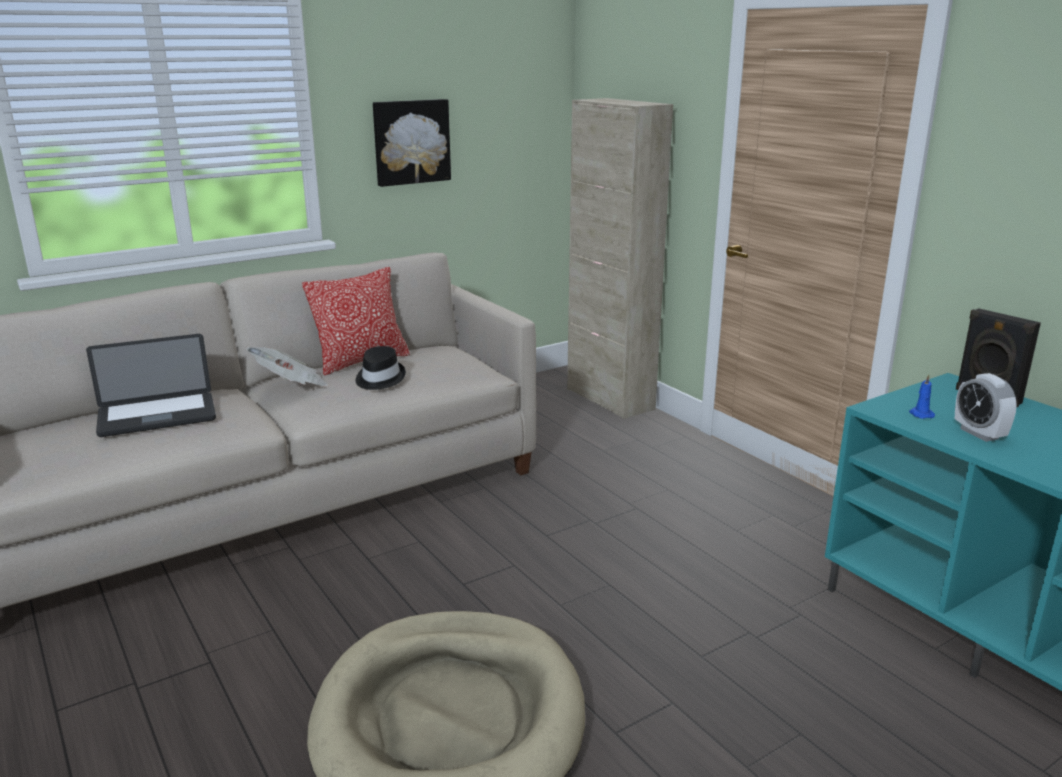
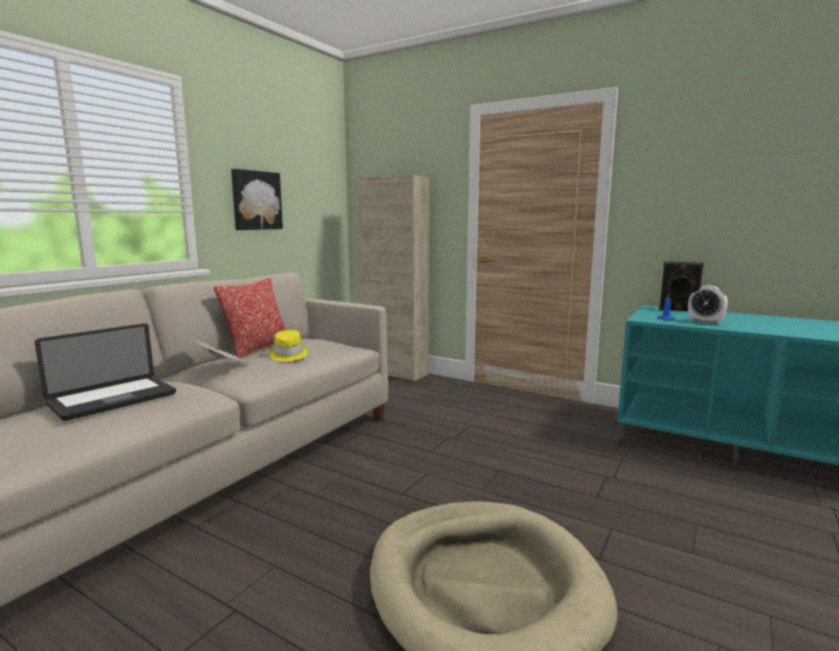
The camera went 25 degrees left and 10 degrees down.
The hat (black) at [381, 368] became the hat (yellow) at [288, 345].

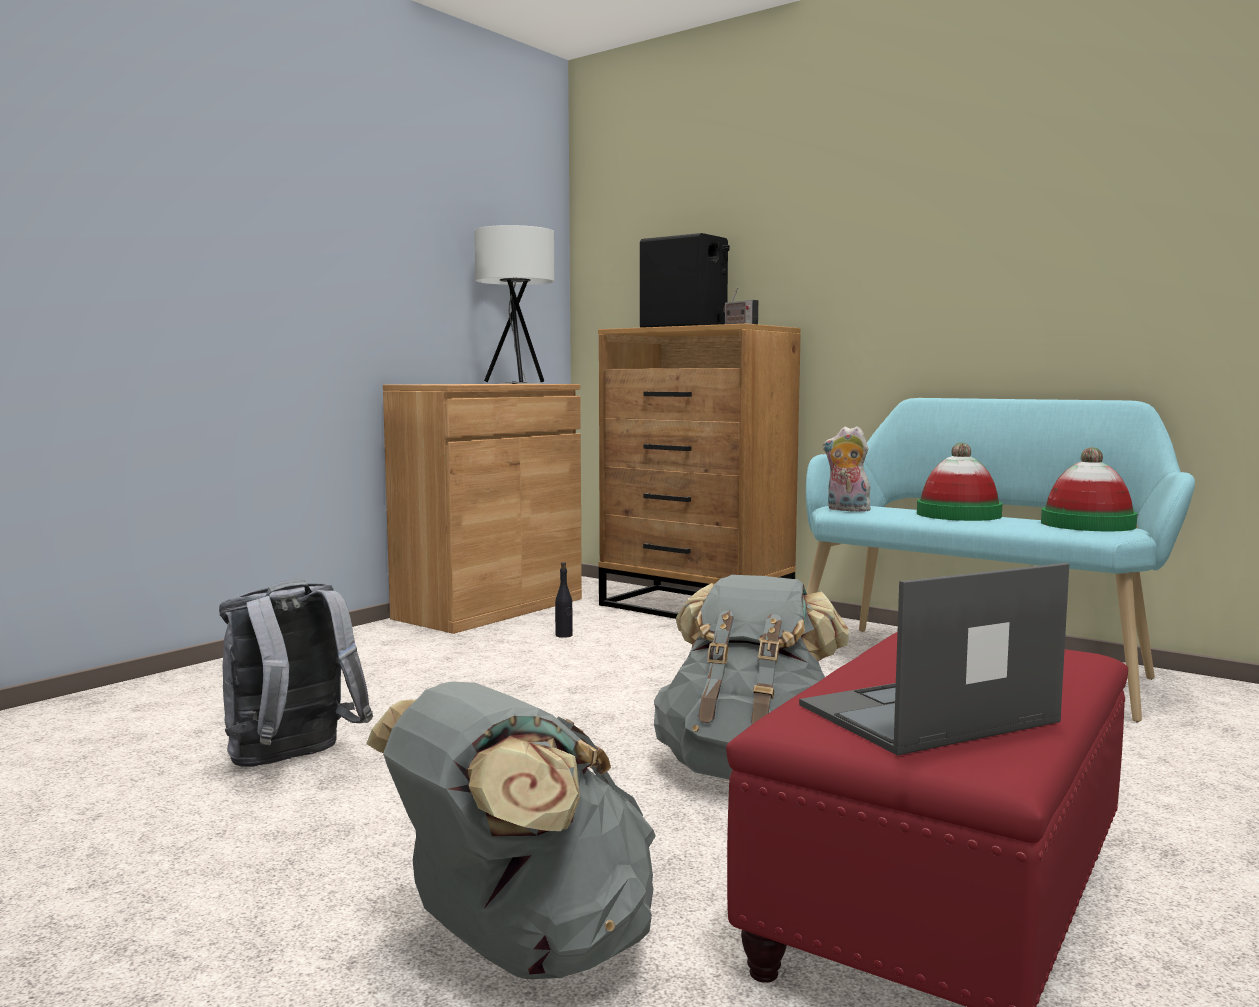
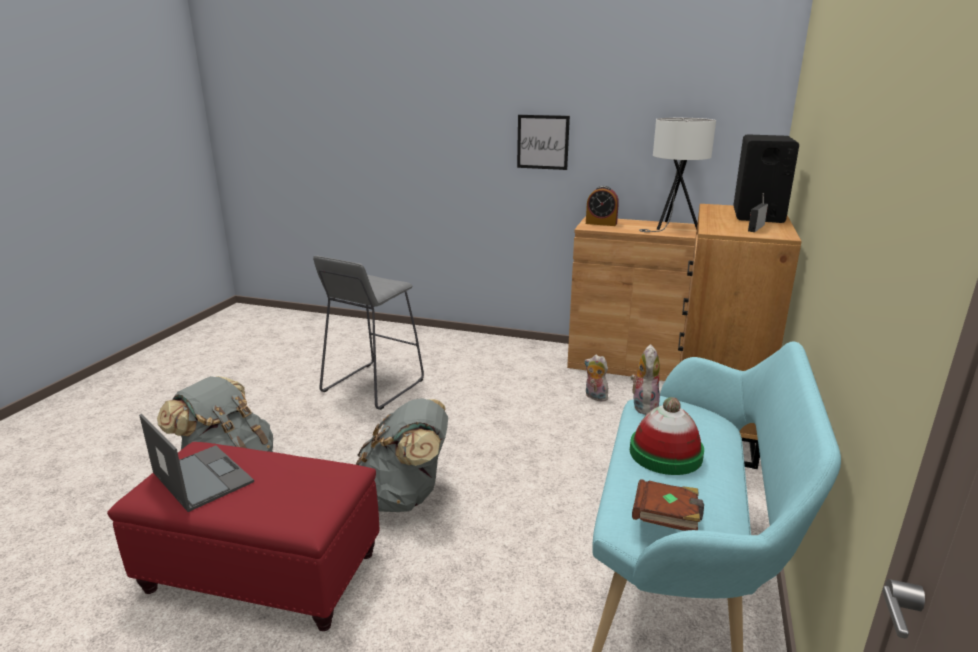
The camera went 70 degrees right and 15 degrees up.
The picture at [543, 142] appeared.
The alarm clock at [602, 206] appeared.
The backpack (grey) at [296, 673] was replaced by the stool (grey) at [368, 333].
The bottle (black) at [564, 600] was replaced by the plush toy at [596, 378].
The hat at [1089, 489] was replaced by the book (brown) at [668, 505].

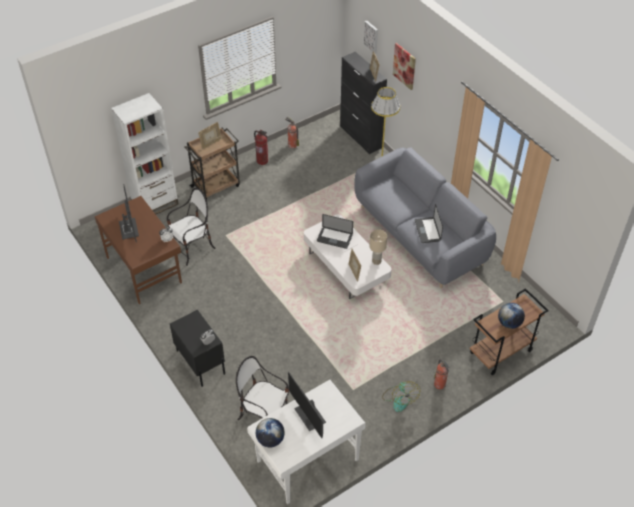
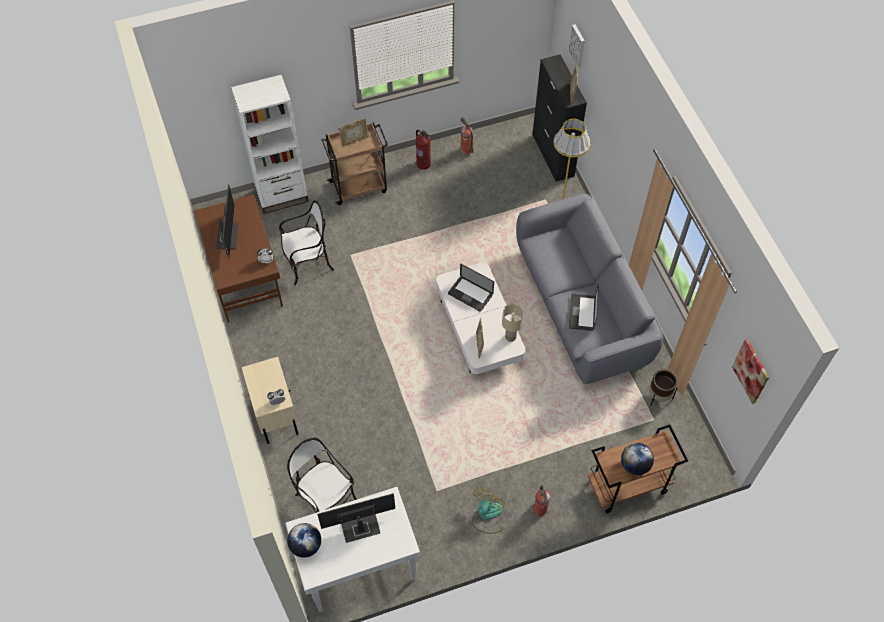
The camera went 15 degrees right and 10 degrees up.
The planter (brown) at [663, 388] appeared.
The picture moved from [404, 66] to [750, 371].
The nightstand (black) at [197, 348] became the nightstand (beige) at [270, 400].
The monitor at [307, 405] turned 90 degrees clockwise.
The fan at [401, 396] turned 150 degrees counterclockwise.

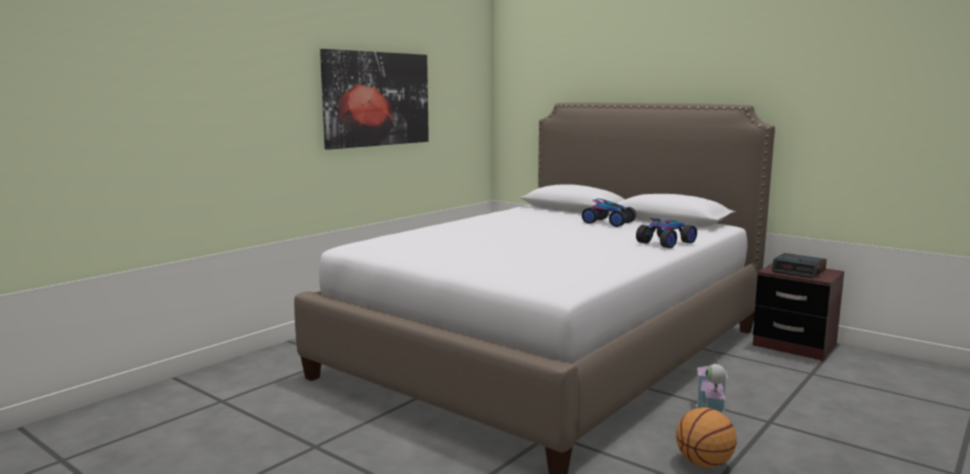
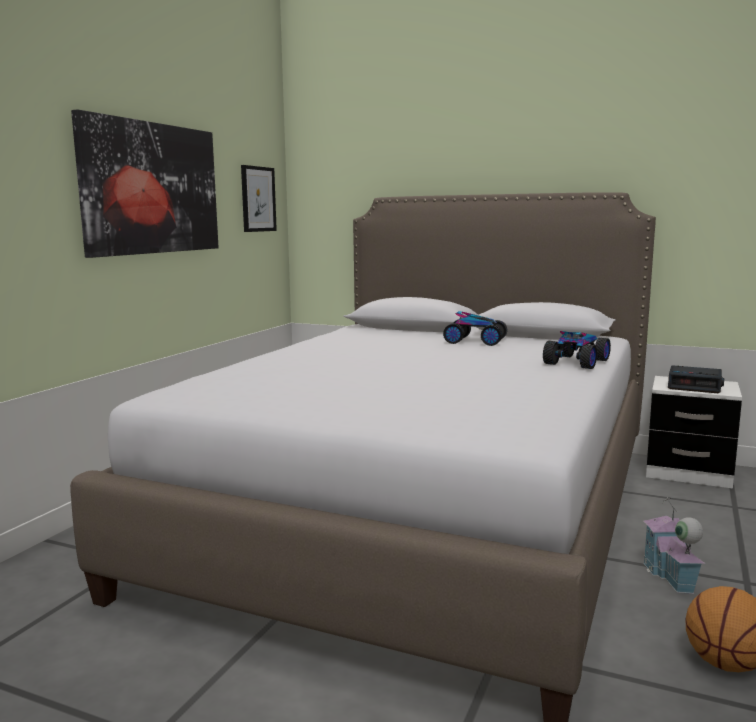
The camera went 15 degrees left and 0 degrees up.
The picture at [259, 198] appeared.
The nightstand (brown) at [798, 312] became the nightstand (white) at [694, 432].

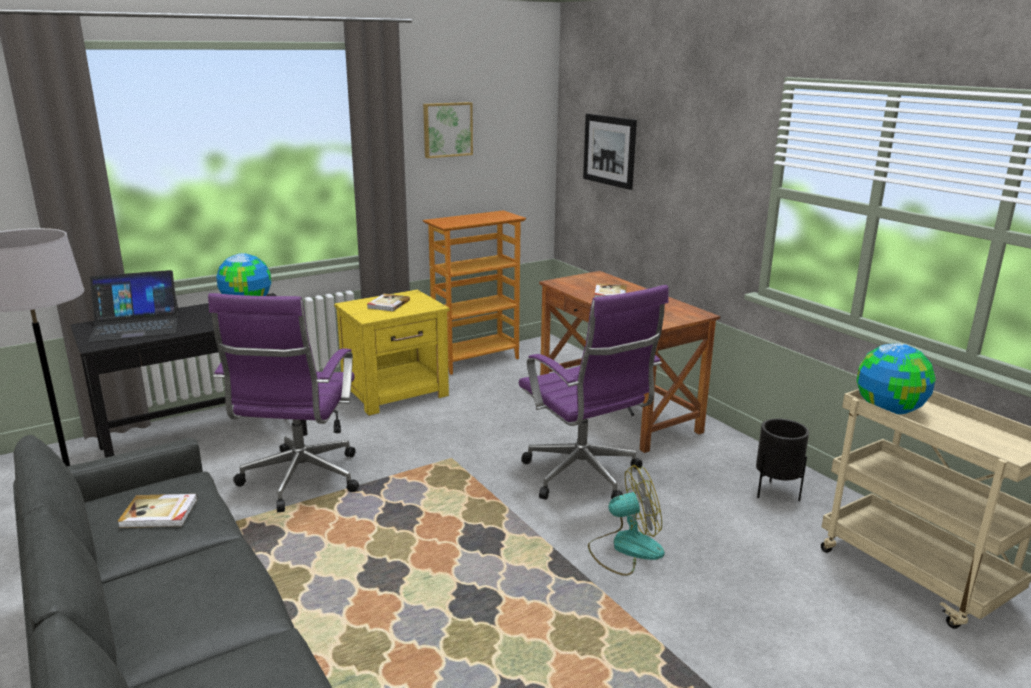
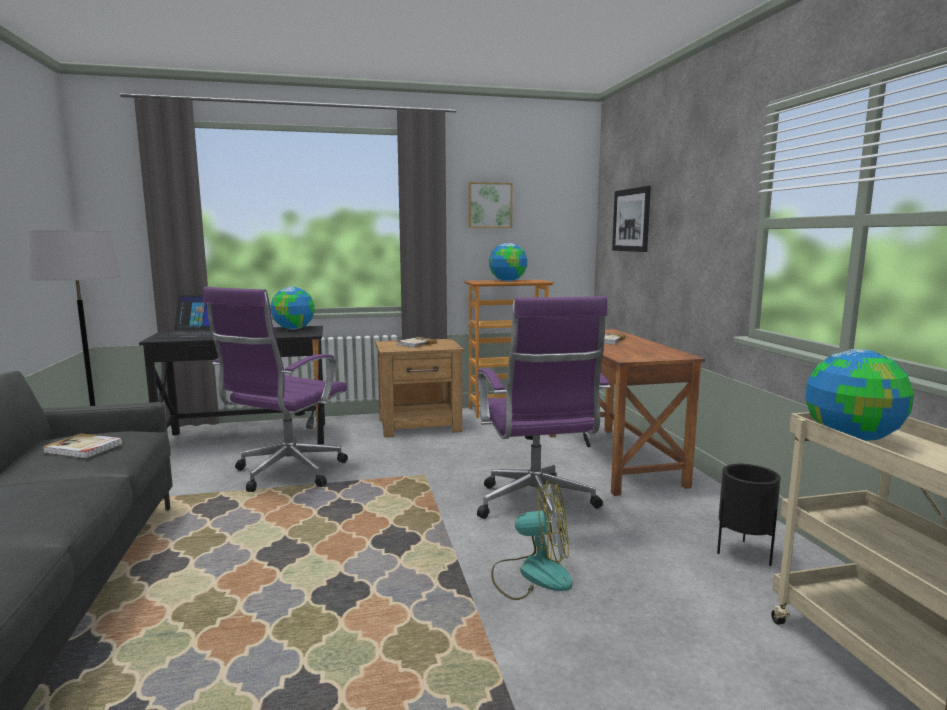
The camera went 20 degrees right and 10 degrees down.
The globe at [508, 262] appeared.
The nightstand (yellow) at [392, 353] became the nightstand (brown) at [419, 388].

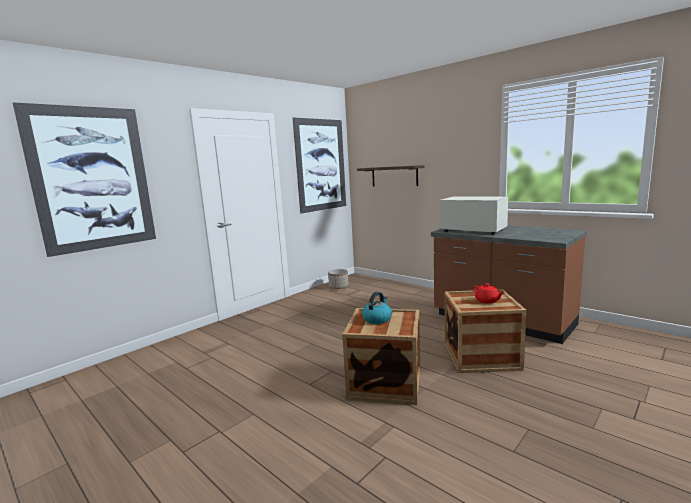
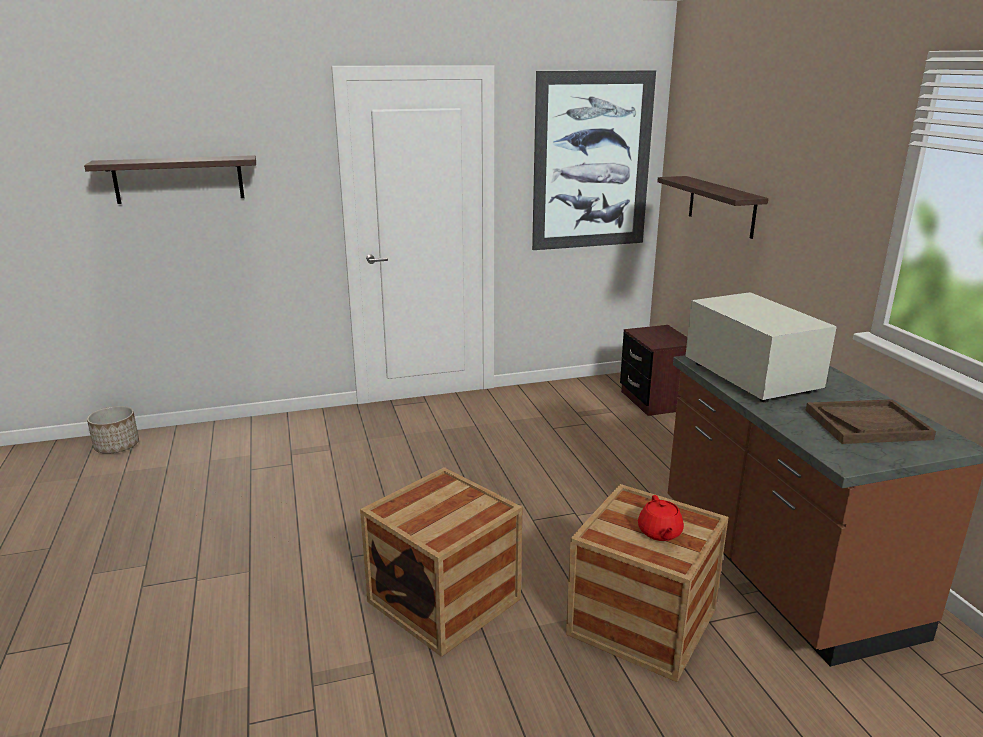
The camera went 30 degrees right and 10 degrees up.
The kettle at [377, 308] disappeared.
The nightstand (brown) at [653, 370] appeared.
The tray (brown) at [870, 421] appeared.
The planter moved from [338, 279] to [113, 430].
The picture at [84, 180] was replaced by the shelf at [170, 179].

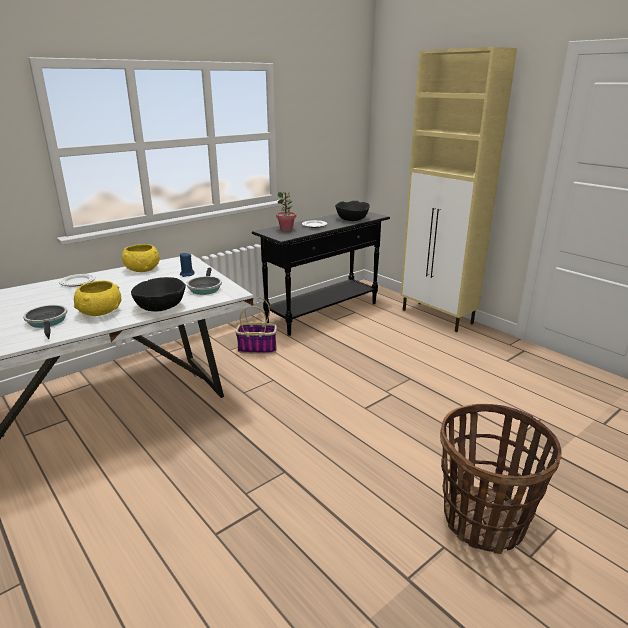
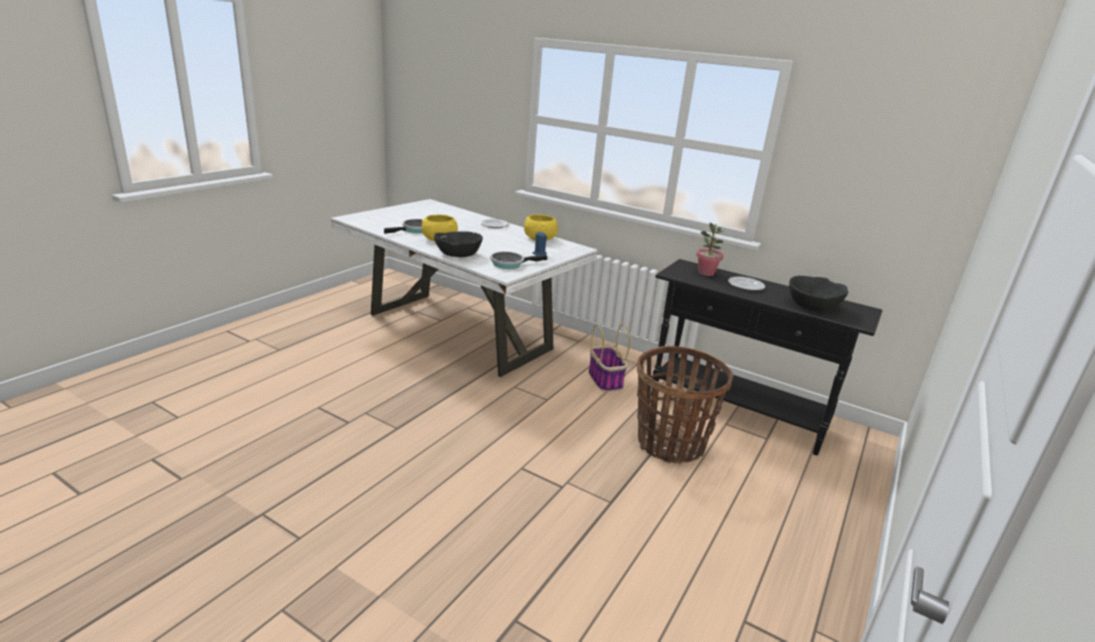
The camera went 70 degrees right and 0 degrees up.
The cabinet (beige) at [458, 189] disappeared.
The basket moved from [501, 479] to [685, 404].

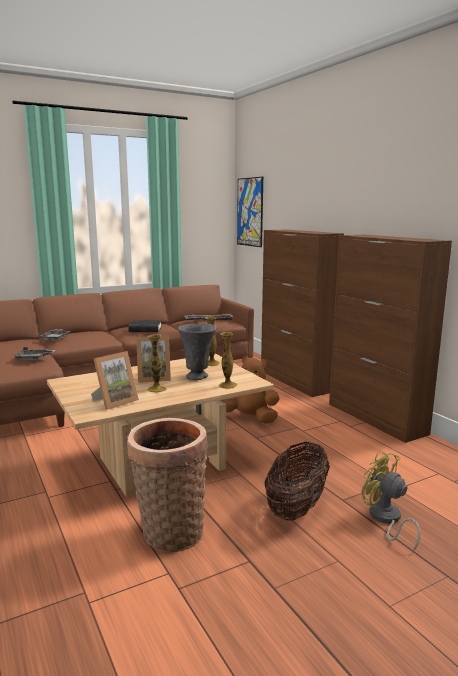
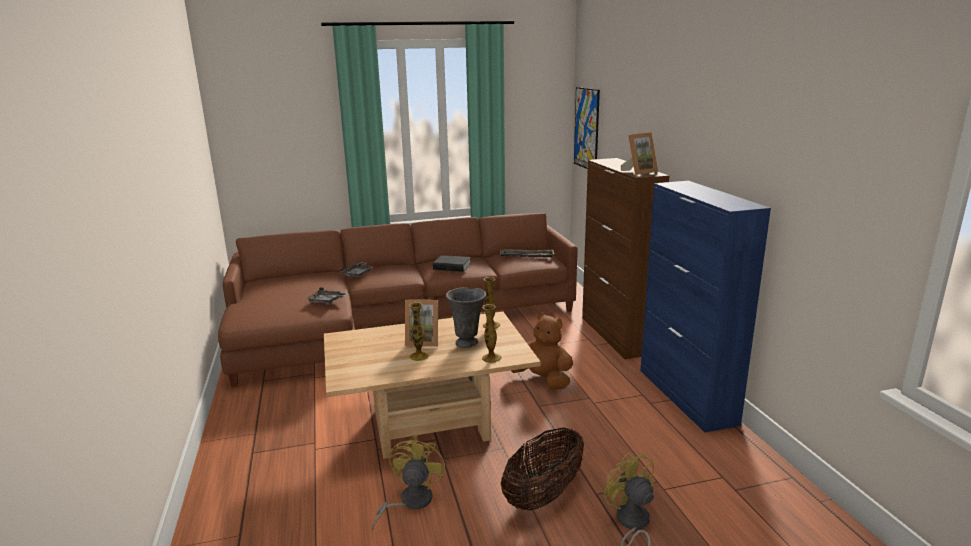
The camera went 15 degrees right and 5 degrees up.
The picture frame moved from [115, 380] to [639, 153].
The basket at [167, 485] was replaced by the fan (yellow) at [408, 483].
The cabinet (brown) at [390, 339] became the cabinet (blue) at [705, 307].

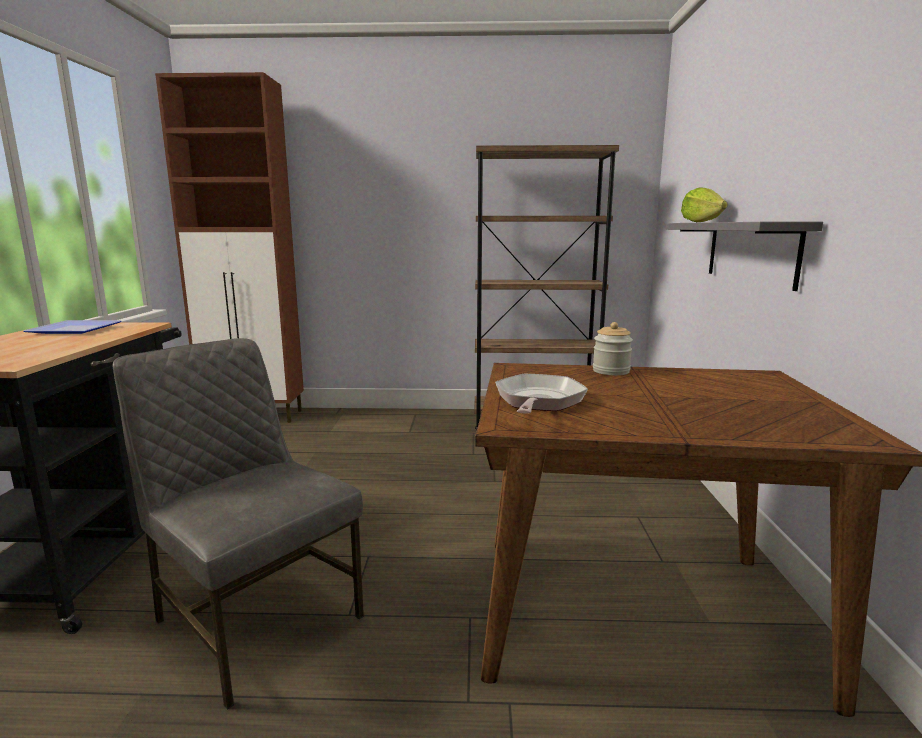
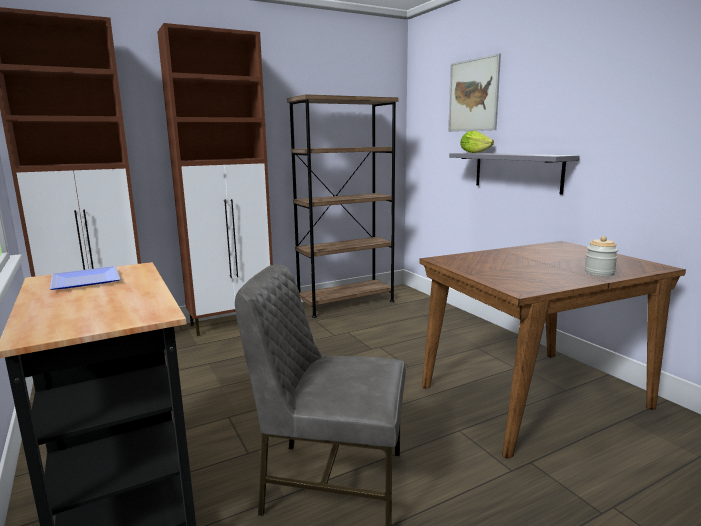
The camera went 30 degrees left and 0 degrees up.
The frying pan at [541, 393] disappeared.
The cabinet (brown) at [215, 179] appeared.
The picture at [474, 92] appeared.
The jar moved from [613, 348] to [601, 256].

